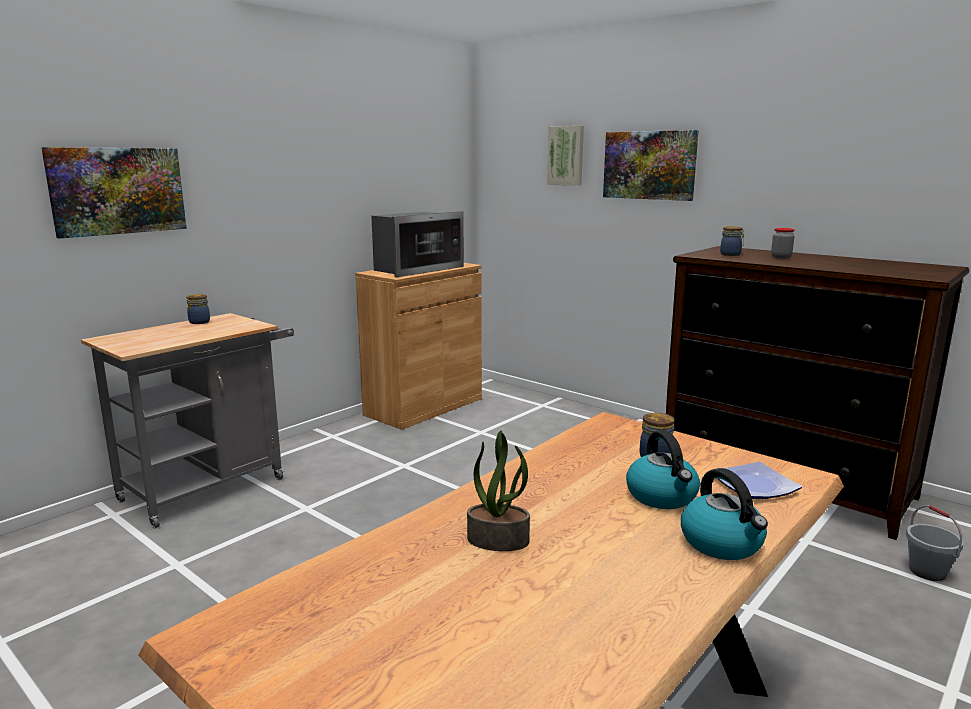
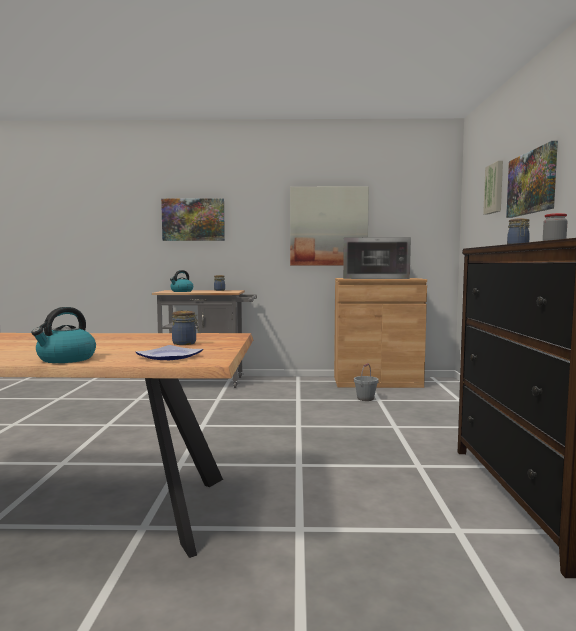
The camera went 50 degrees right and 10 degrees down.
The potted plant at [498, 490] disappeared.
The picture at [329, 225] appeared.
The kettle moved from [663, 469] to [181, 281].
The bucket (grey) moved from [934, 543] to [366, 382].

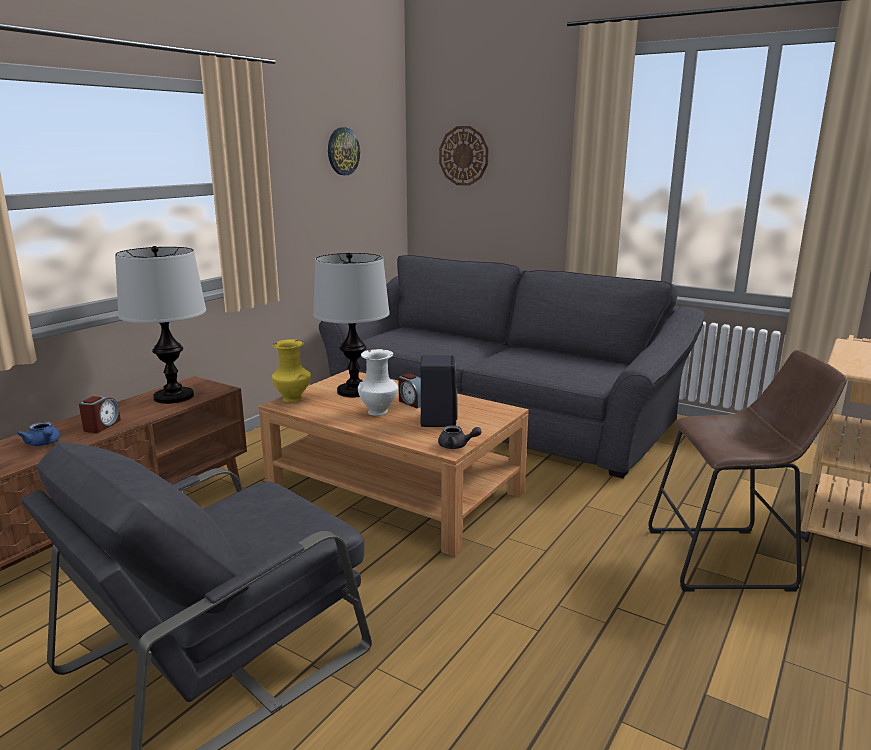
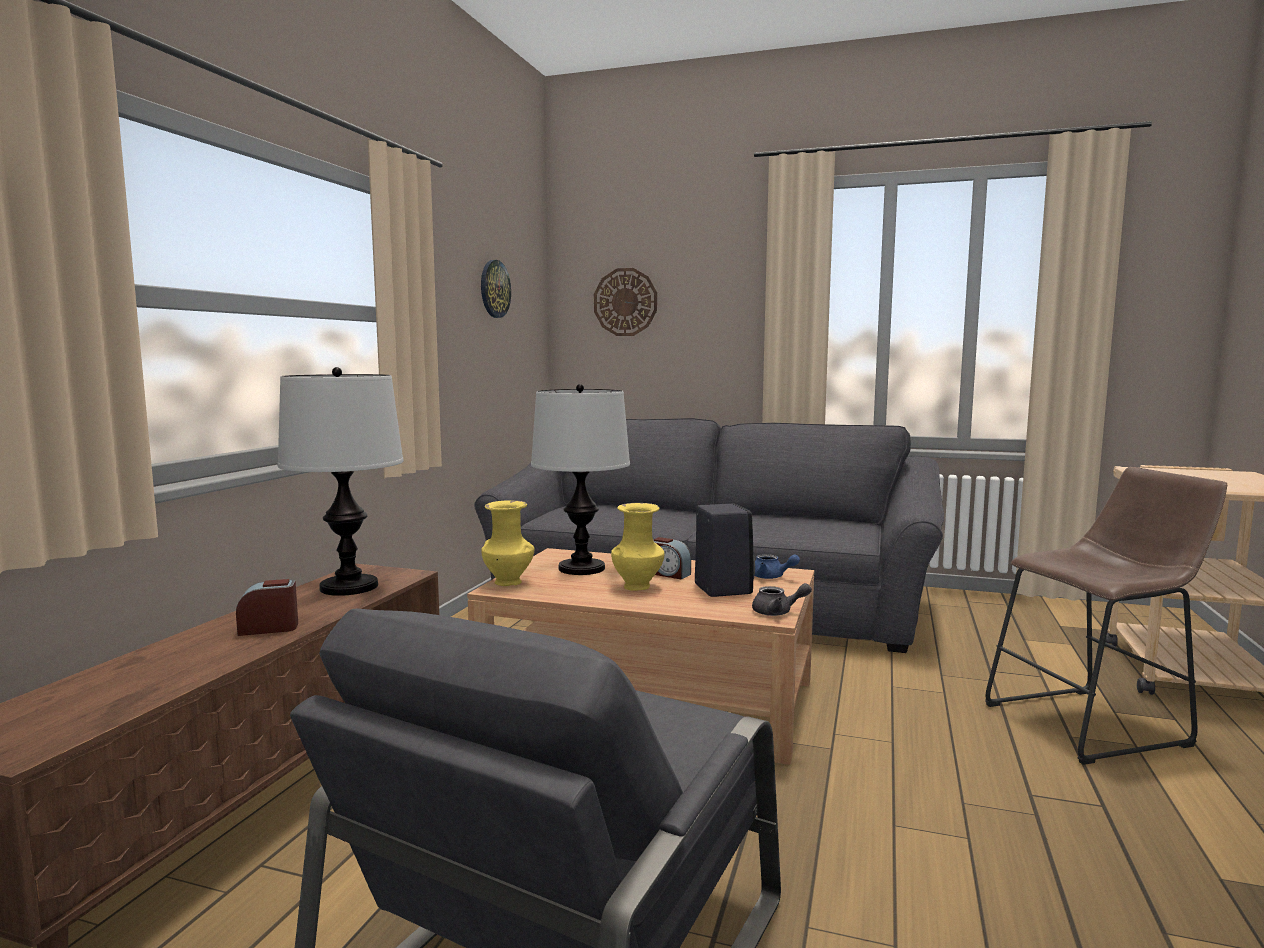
The camera went 15 degrees left and 10 degrees down.
The teapot (blue) moved from [38, 433] to [777, 566].
The vase (white) at [378, 382] became the vase (yellow) at [638, 547].
The alarm clock at [100, 414] turned 105 degrees counterclockwise.

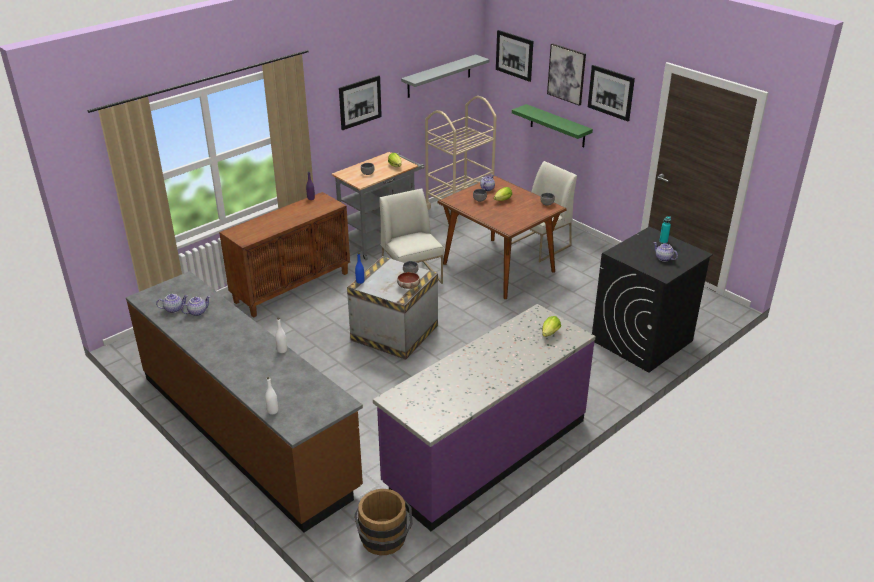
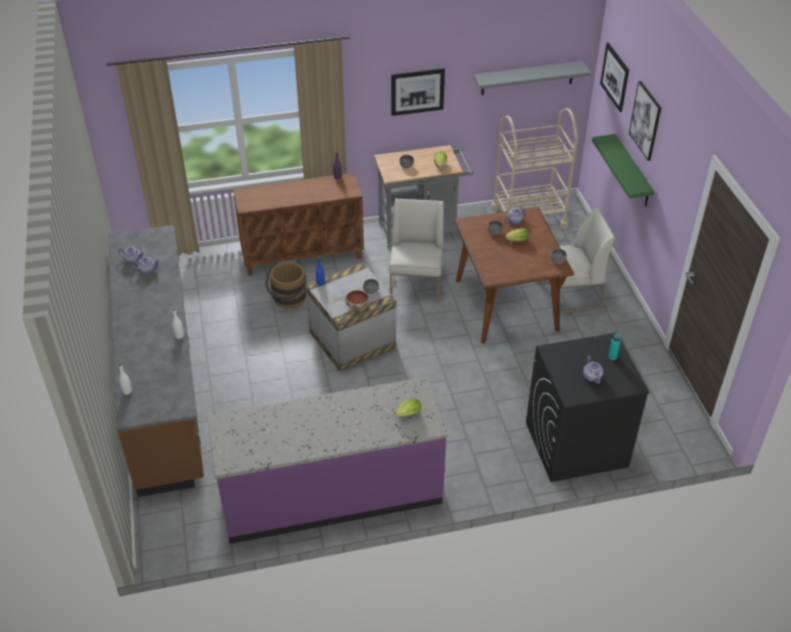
The camera went 30 degrees right and 10 degrees up.
The picture at [611, 93] disappeared.
The bucket (brown) moved from [383, 522] to [286, 285].

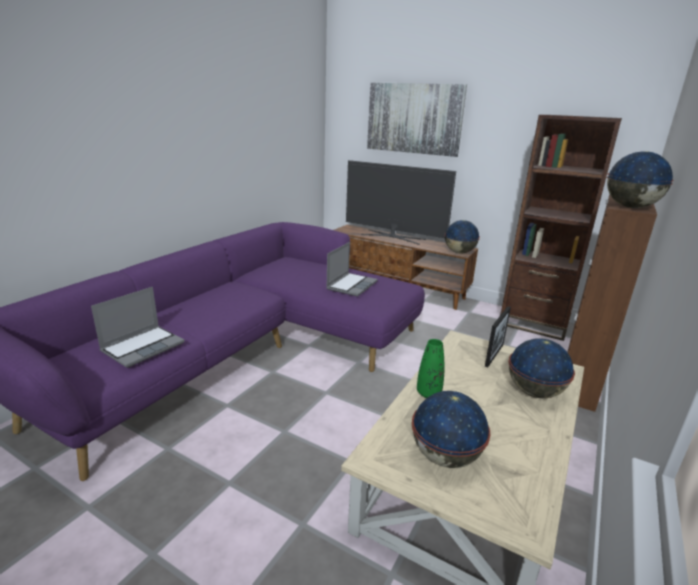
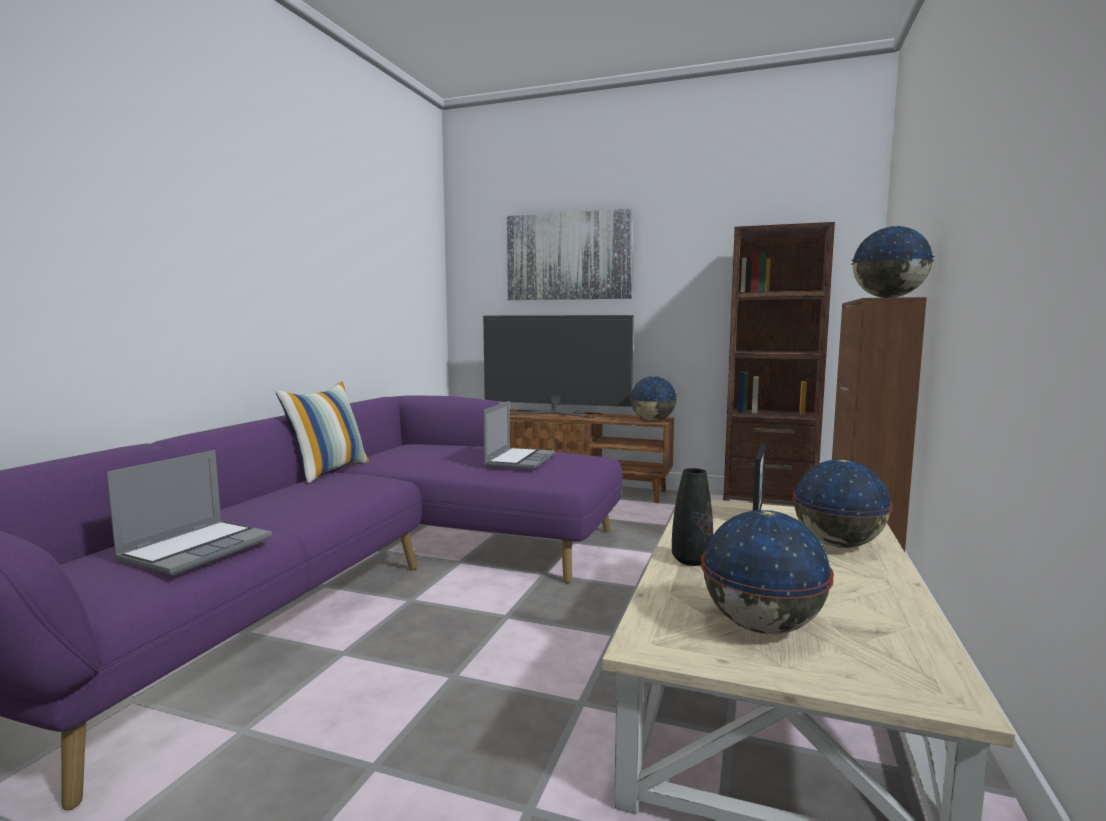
The camera went 10 degrees left and 15 degrees down.
The pillow at [322, 432] appeared.
The vase (green) at [430, 368] became the vase (black) at [692, 517].

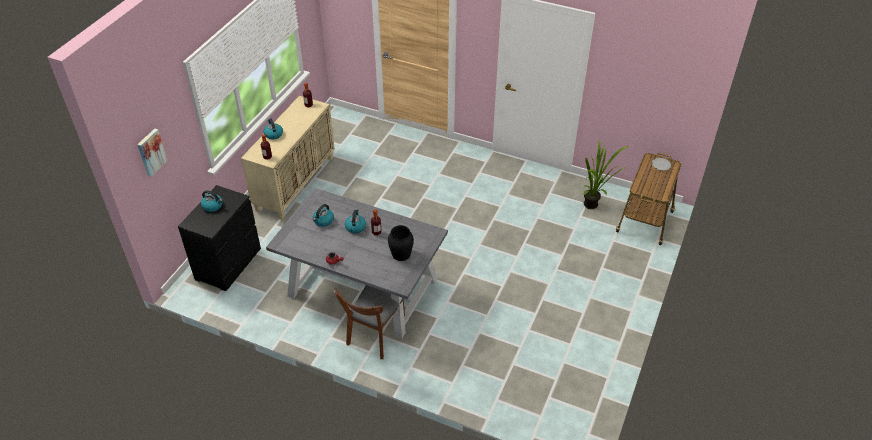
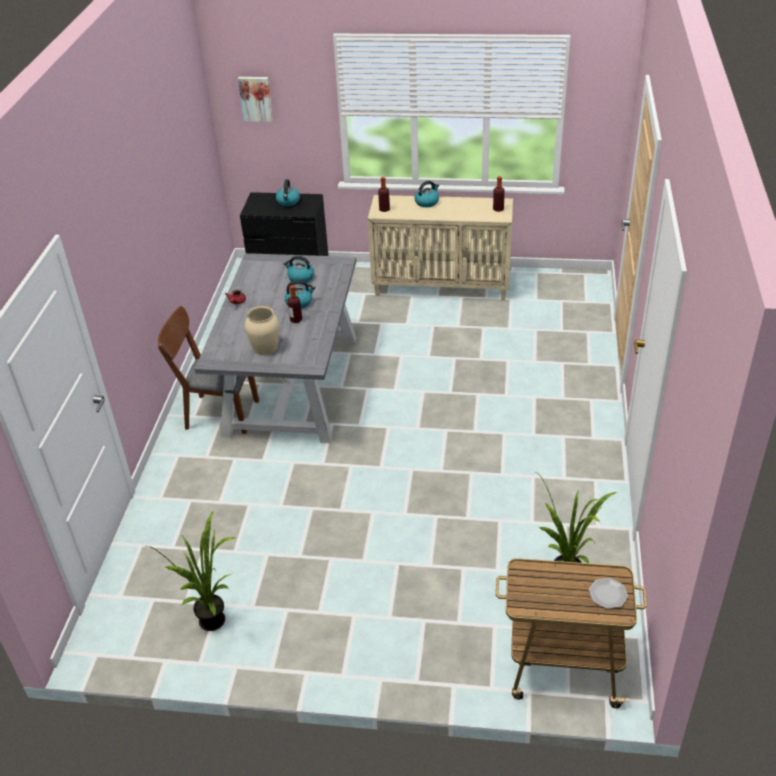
The camera went 75 degrees right and 5 degrees down.
The potted plant at [191, 570] appeared.
The vase (black) at [401, 243] became the vase (beige) at [262, 330].

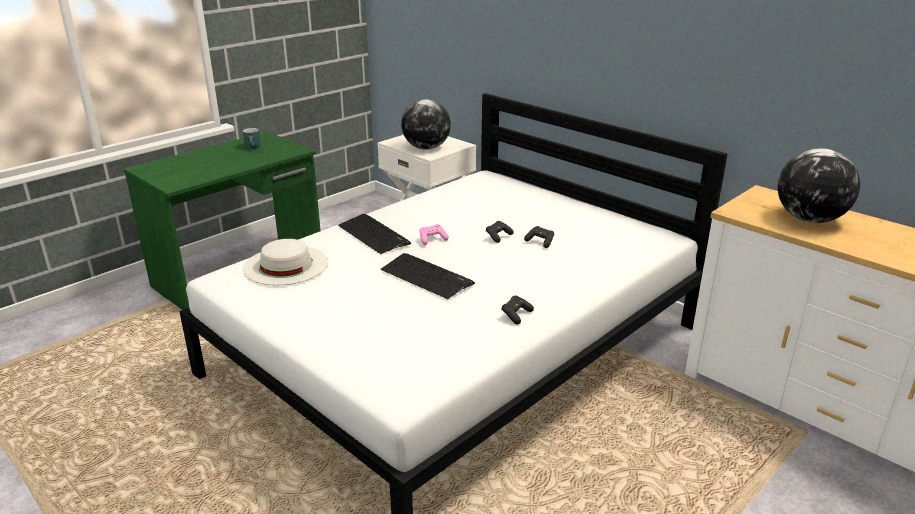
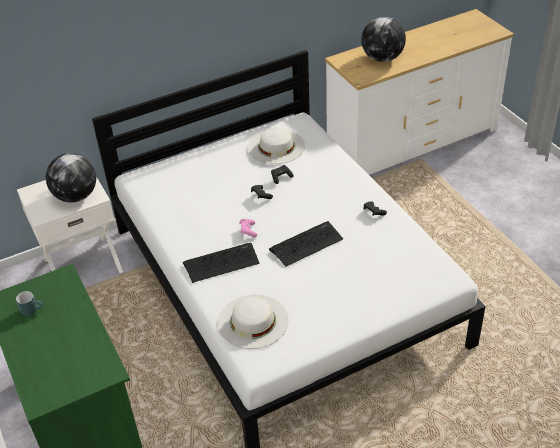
The camera went 70 degrees left and 15 degrees up.
The hat (white) at [276, 145] appeared.

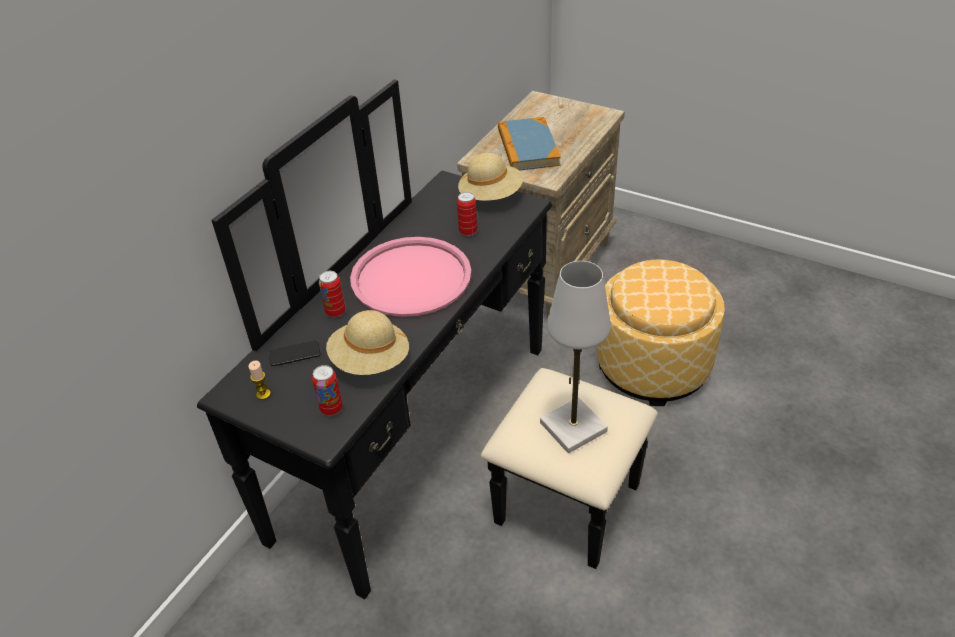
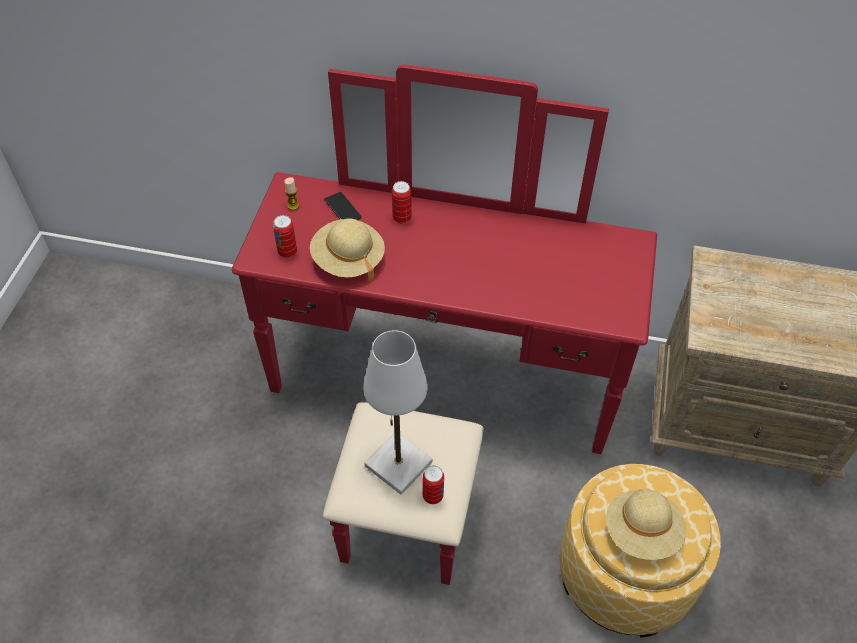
The camera went 70 degrees right and 10 degrees up.
The tray (pink) at [410, 277] disappeared.
The book at [529, 144] disappeared.
The can moved from [467, 214] to [433, 484].
The hat (beige) moved from [490, 177] to [646, 525].
The dresser (black) at [427, 339] became the dresser (red) at [444, 324].

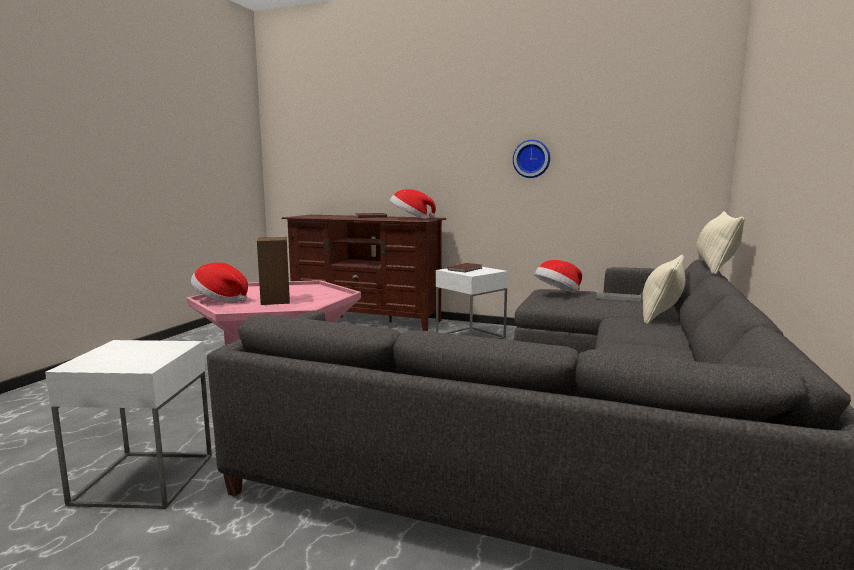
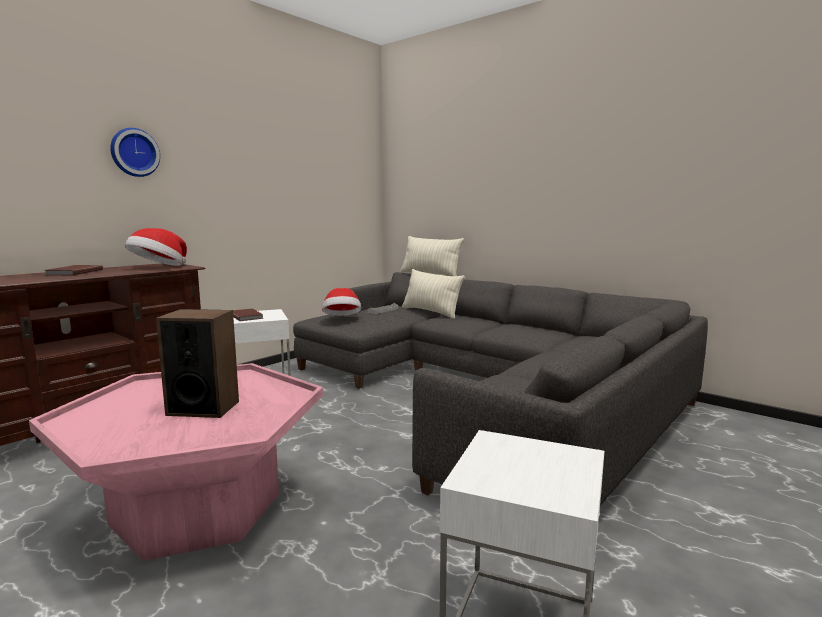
The camera went 70 degrees left and 0 degrees up.
The hat at [219, 282] disappeared.
The wall clock moved from [531, 159] to [135, 152].

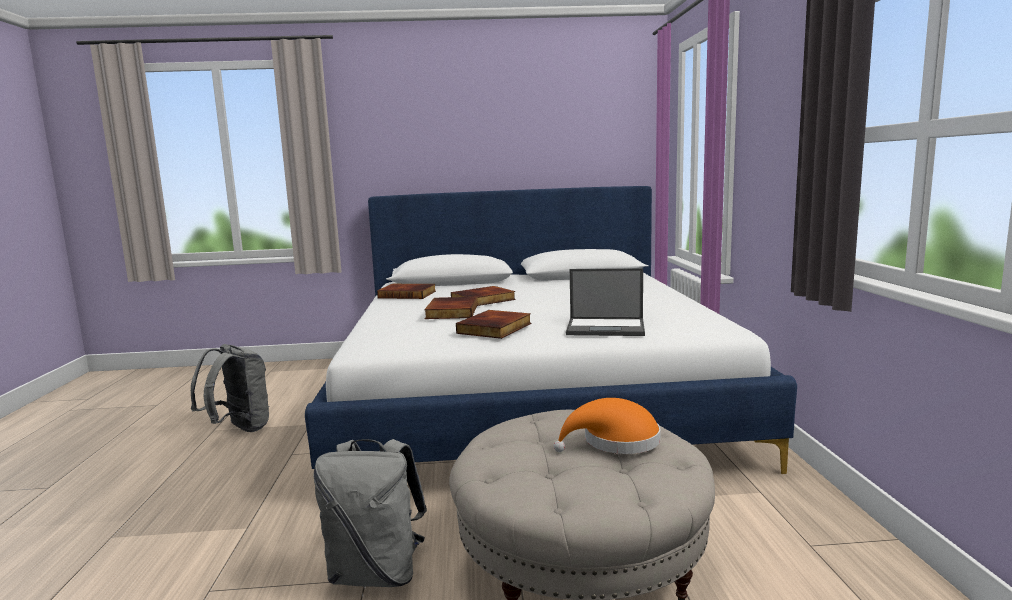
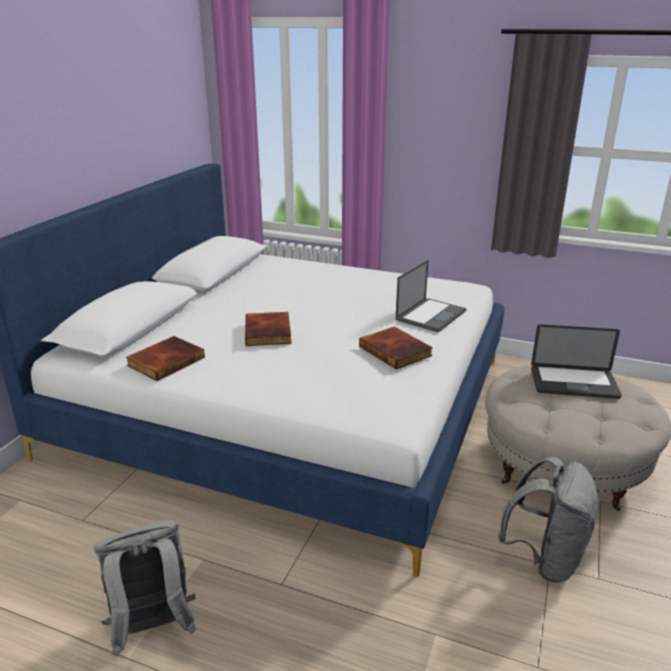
The camera went 65 degrees left and 15 degrees up.
The book at [451, 308] disappeared.
The hat (orange) at [606, 426] was replaced by the laptop at [576, 361].

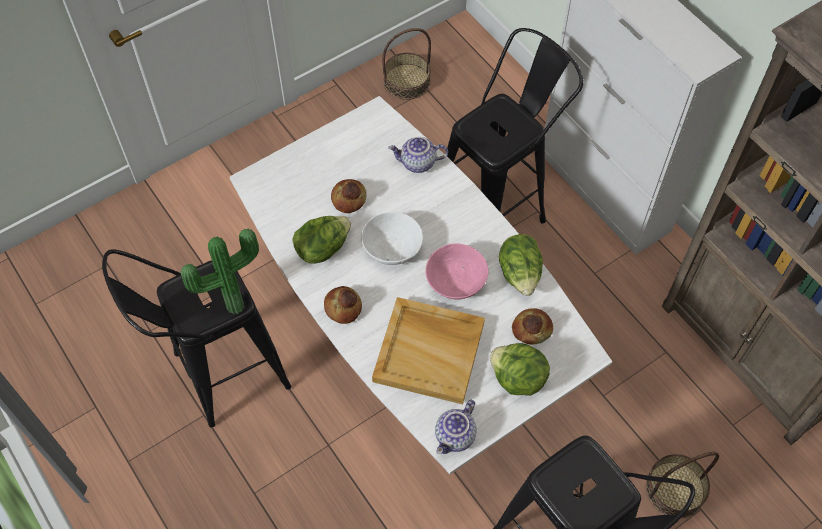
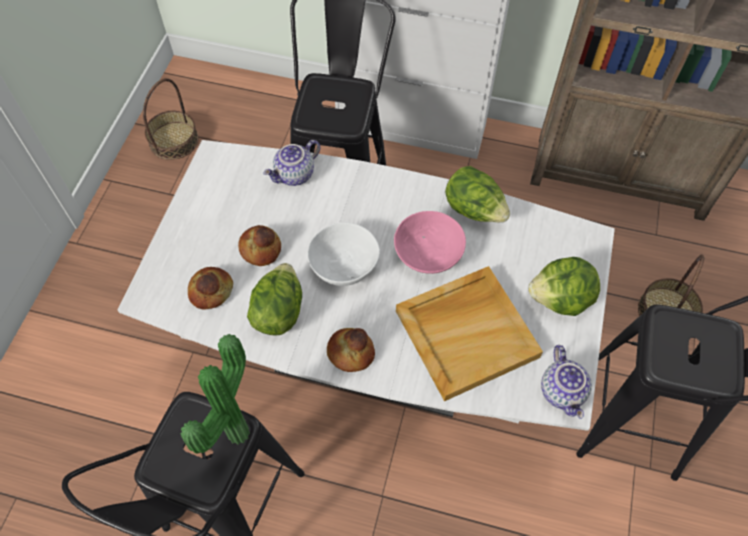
The camera went 40 degrees left and 0 degrees up.
The bread moved from [532, 326] to [210, 288].

